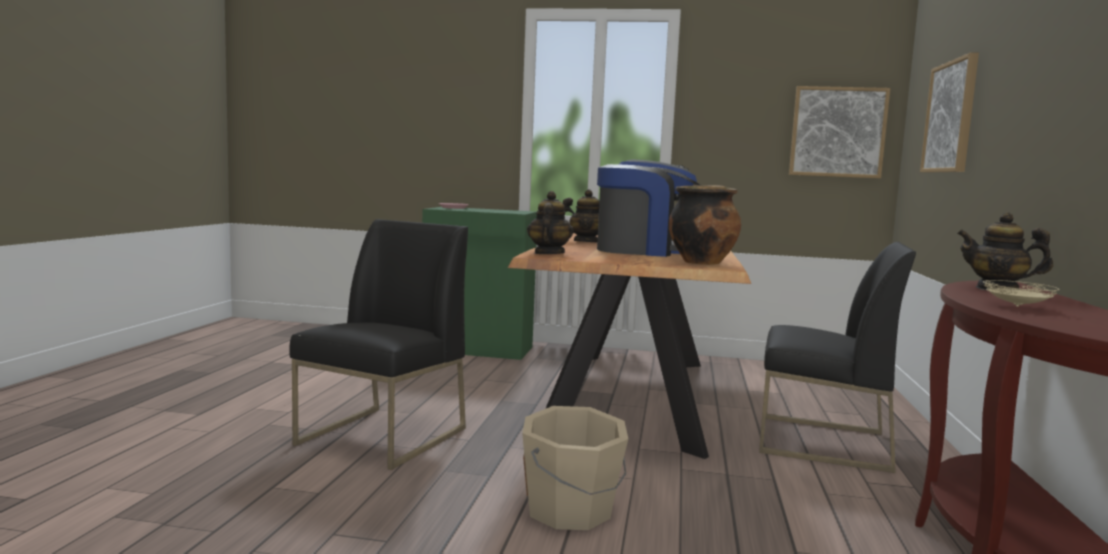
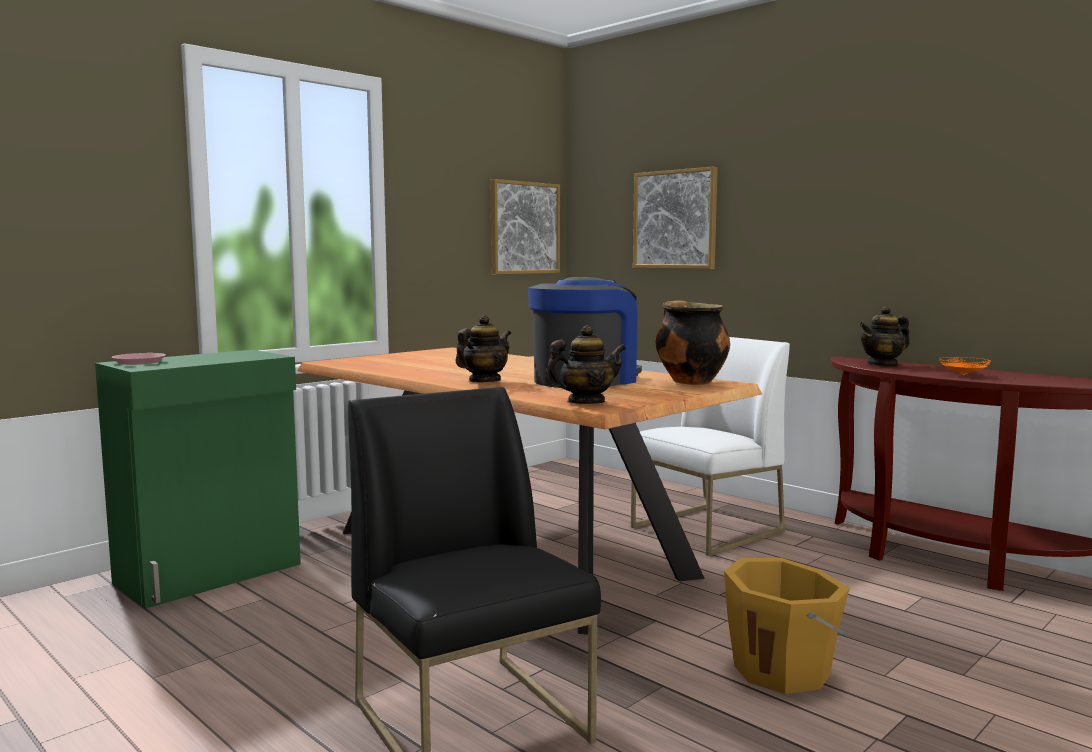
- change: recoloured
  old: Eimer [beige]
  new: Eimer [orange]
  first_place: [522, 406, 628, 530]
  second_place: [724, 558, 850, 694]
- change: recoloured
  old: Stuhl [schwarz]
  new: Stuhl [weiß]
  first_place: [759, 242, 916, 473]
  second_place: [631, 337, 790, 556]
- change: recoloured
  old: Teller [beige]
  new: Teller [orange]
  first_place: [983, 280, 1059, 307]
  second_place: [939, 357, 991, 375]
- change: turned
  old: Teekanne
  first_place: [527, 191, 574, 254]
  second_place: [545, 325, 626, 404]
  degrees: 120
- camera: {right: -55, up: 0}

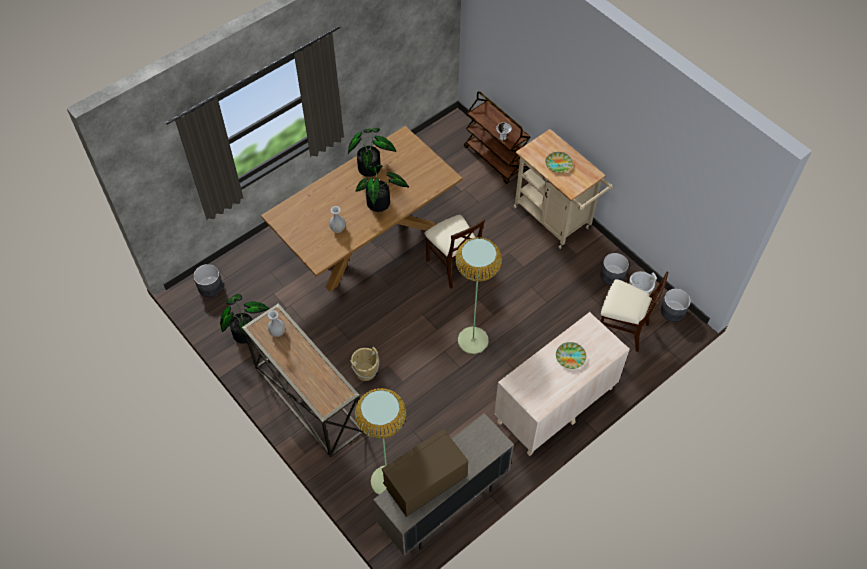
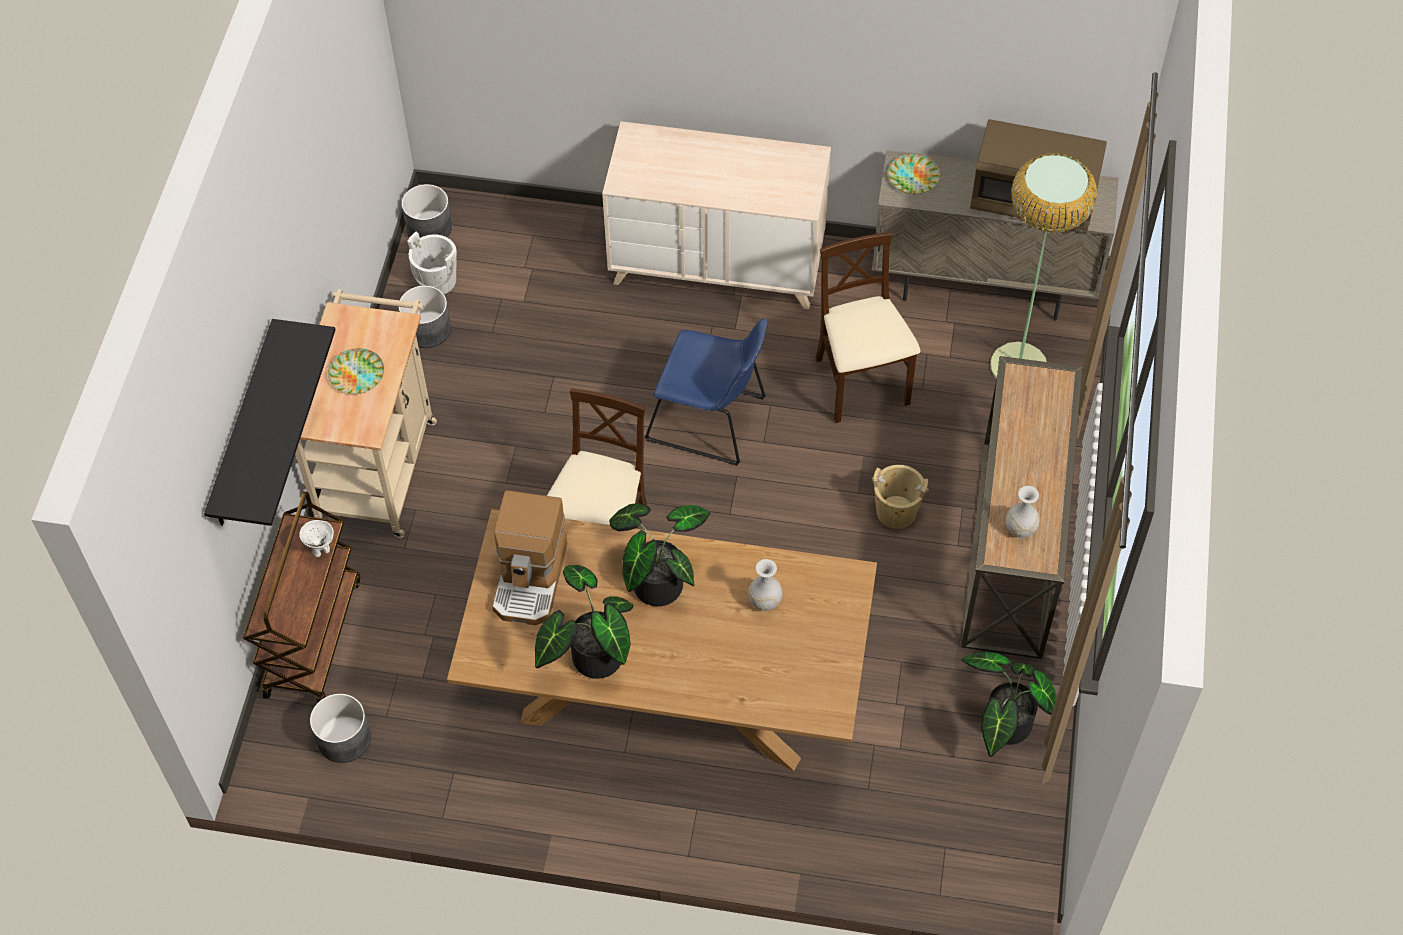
- change: added
  new: Wandregal [schwarz]
  second_place: [204, 319, 336, 526]
- change: added
  new: Kaffeemaschine
  second_place: [492, 490, 567, 625]
- change: moved
  old: Pflanzkübel [grau]
  first_place: [193, 264, 223, 297]
  second_place: [310, 694, 371, 763]
- change: moved
  old: Teller
  first_place: [556, 342, 586, 369]
  second_place: [888, 154, 940, 194]
- change: moved
  old: Stuhl [beige]
  first_place: [600, 271, 668, 352]
  second_place: [815, 232, 920, 423]
- change: replaced
  old: Stehlampe
  new: Stuhl [blau]
  first_place: [455, 237, 502, 354]
  second_place: [645, 318, 767, 466]
- camera: {right: -130, up: 0}

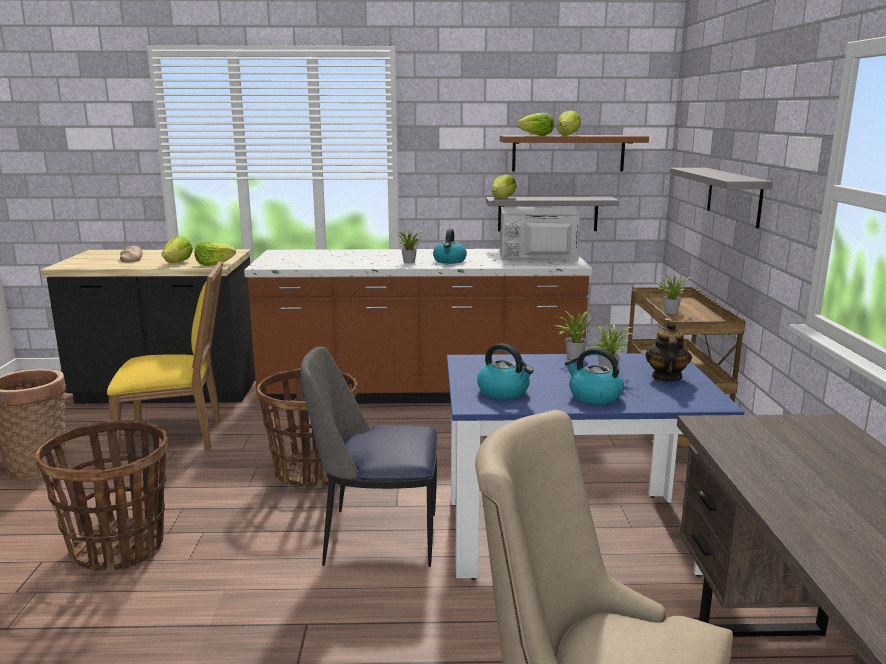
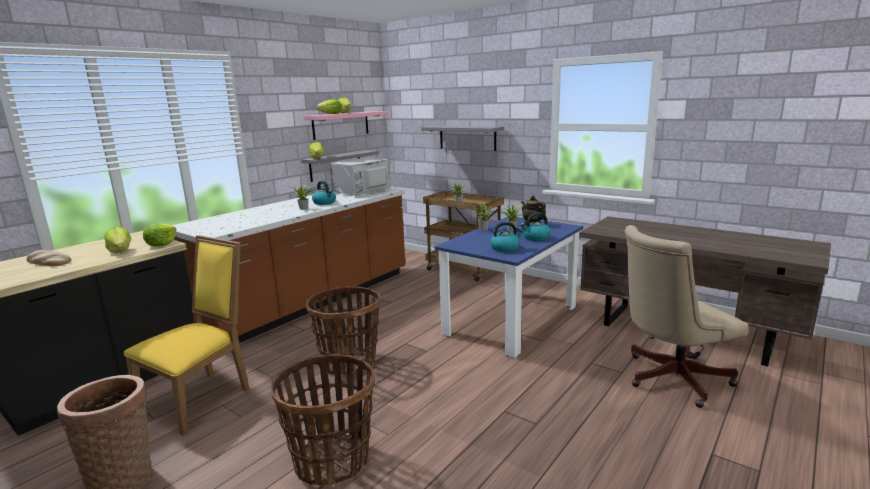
- change: removed
  old: Stuhl
  first_place: [301, 346, 438, 567]
- change: recoloured
  old: Wandregal [braun]
  new: Wandregal [rosa]
  first_place: [500, 135, 649, 171]
  second_place: [304, 111, 389, 140]
- camera: {right: -50, up: 0}

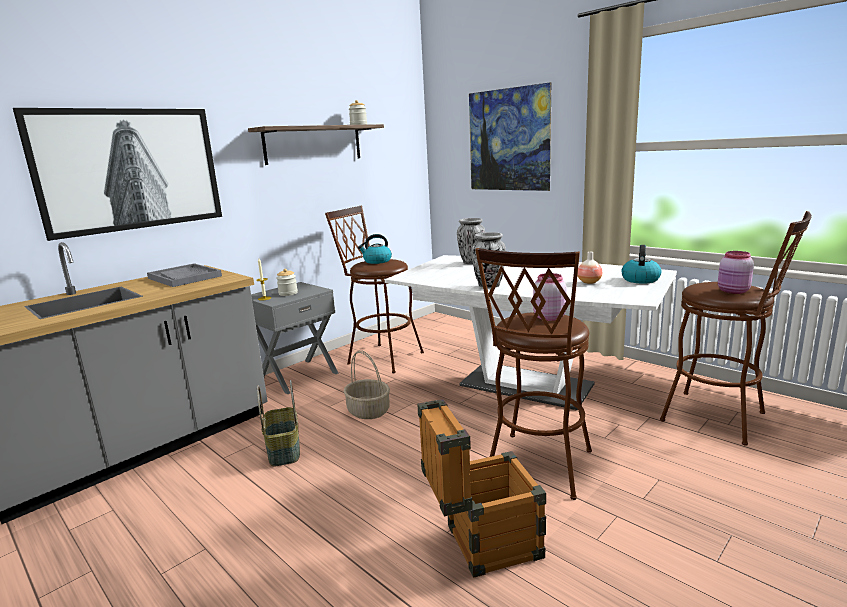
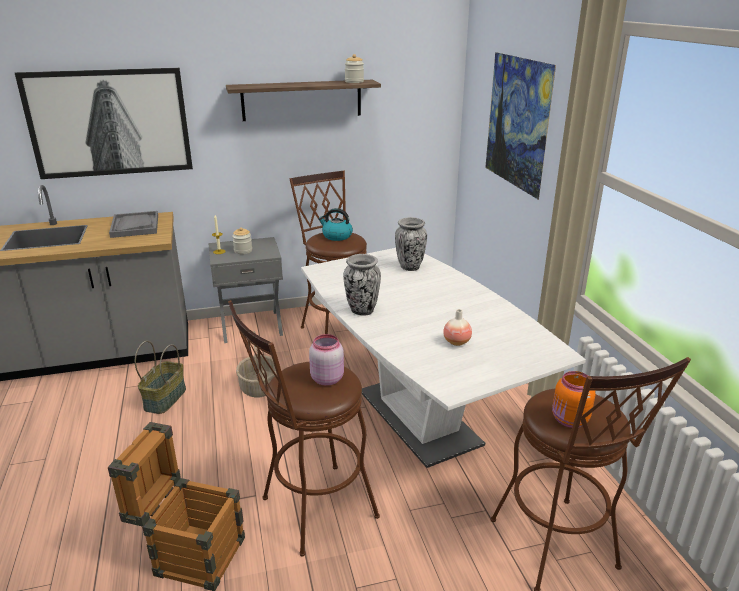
- change: removed
  old: Wasserkessel
  first_place: [621, 245, 662, 284]
- change: recoloured
  old: Vorratsglas [rosa]
  new: Vorratsglas [orange]
  first_place: [718, 251, 754, 294]
  second_place: [552, 371, 595, 428]
- camera: {right: 30, up: 10}

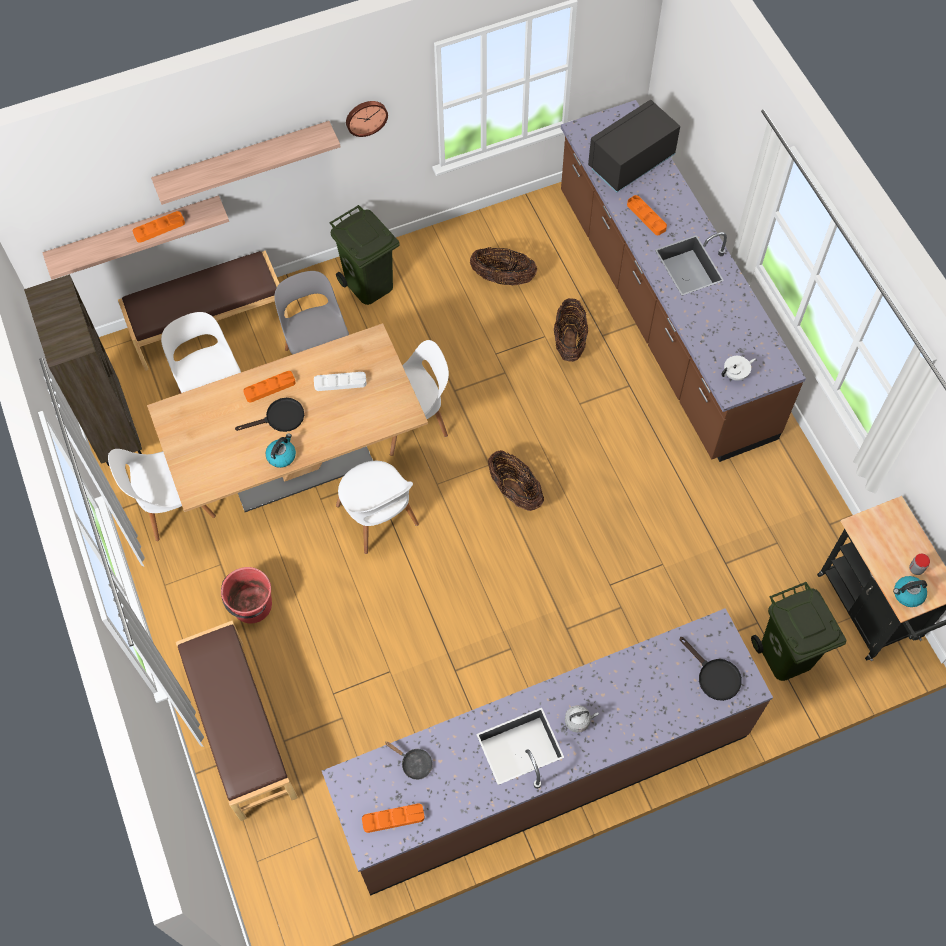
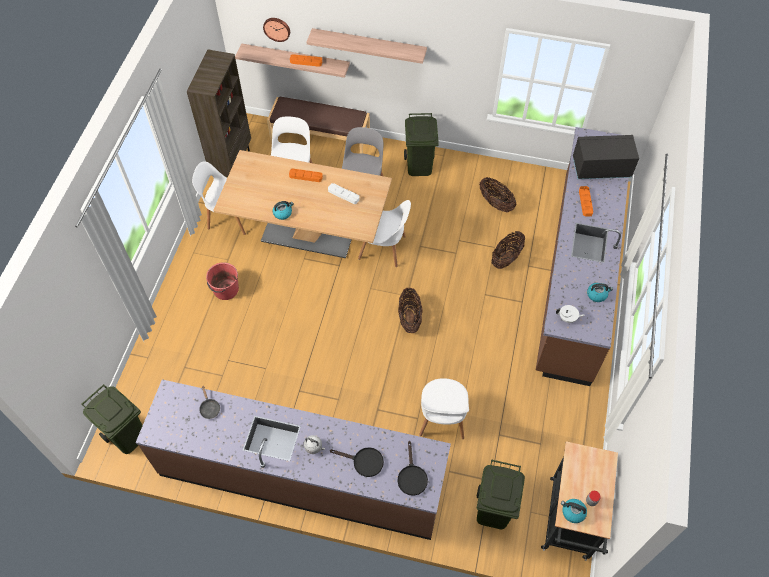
- change: removed
  old: Bank [braun]
  first_place: [176, 621, 298, 821]
- change: removed
  old: Tablett [orange]
  first_place: [362, 803, 425, 833]
- change: added
  new: Mülleimer [grün]
  second_place: [81, 384, 143, 454]
- change: added
  new: Wasserkessel
  second_place: [587, 283, 613, 302]
- change: moved
  old: Pfanne [schwarz]
  first_place: [235, 398, 304, 432]
  second_place: [330, 447, 384, 477]
- change: moved
  old: Stuhl [weiß]
  first_place: [336, 461, 419, 554]
  second_place: [419, 378, 469, 439]
- change: moved
  old: Wanduhr
  first_place: [346, 101, 388, 137]
  second_place: [263, 18, 290, 42]
- camera: {right: 35, up: -5}

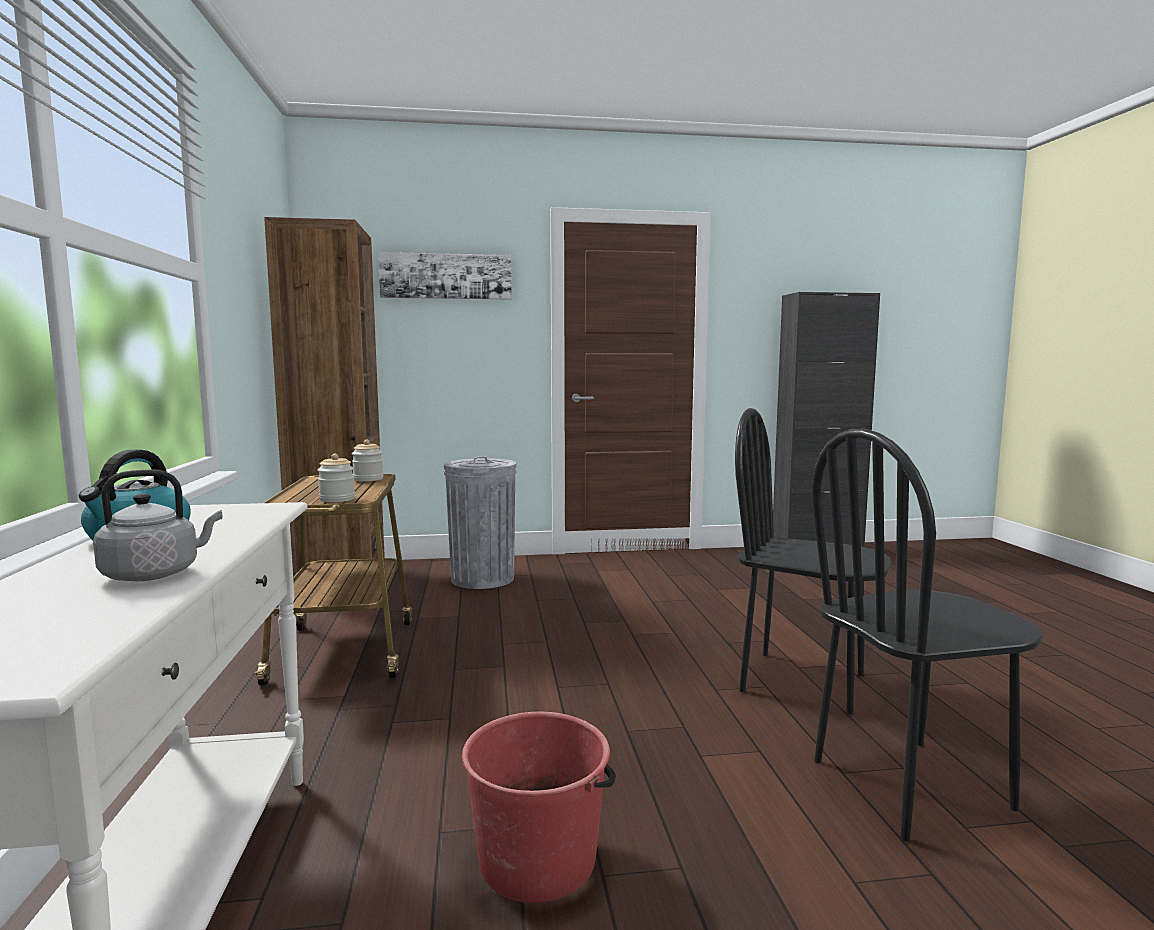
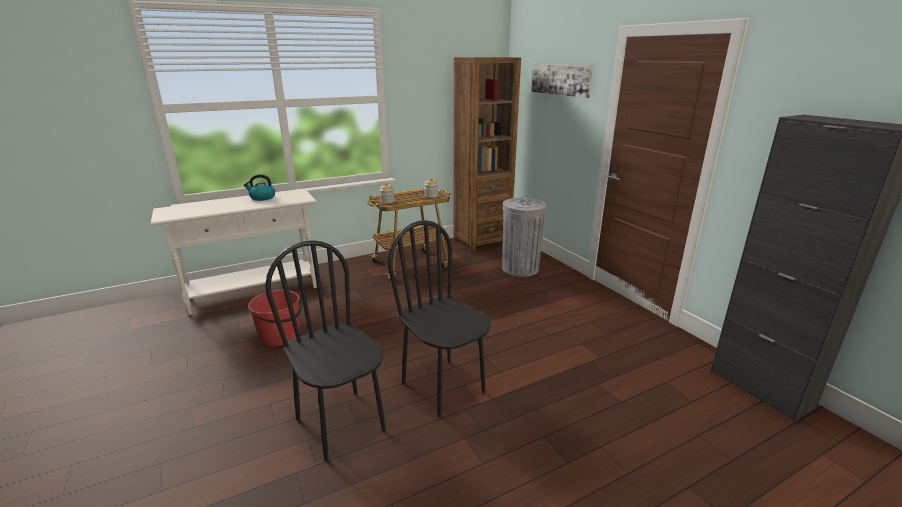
- change: removed
  old: Wasserkessel [grau]
  first_place: [93, 470, 222, 581]
- change: turned
  old: Stuhl [schwarz]
  first_place: [735, 408, 891, 715]
  second_place: [388, 220, 491, 417]
  degrees: -45
- camera: {right: 70, up: 15}

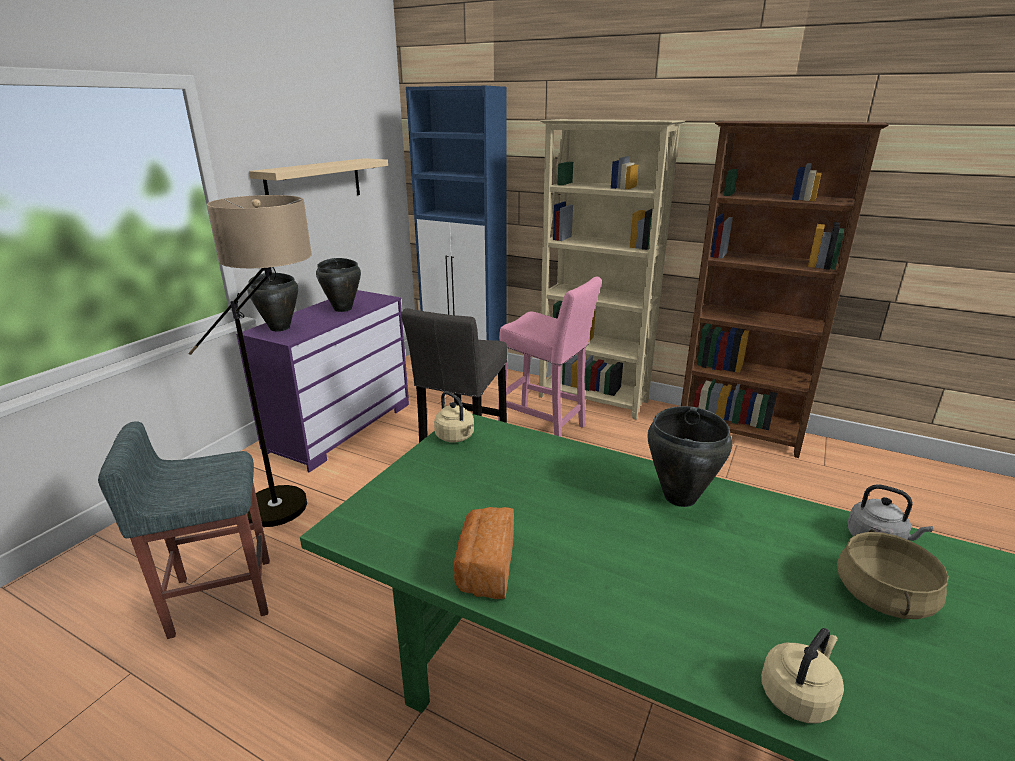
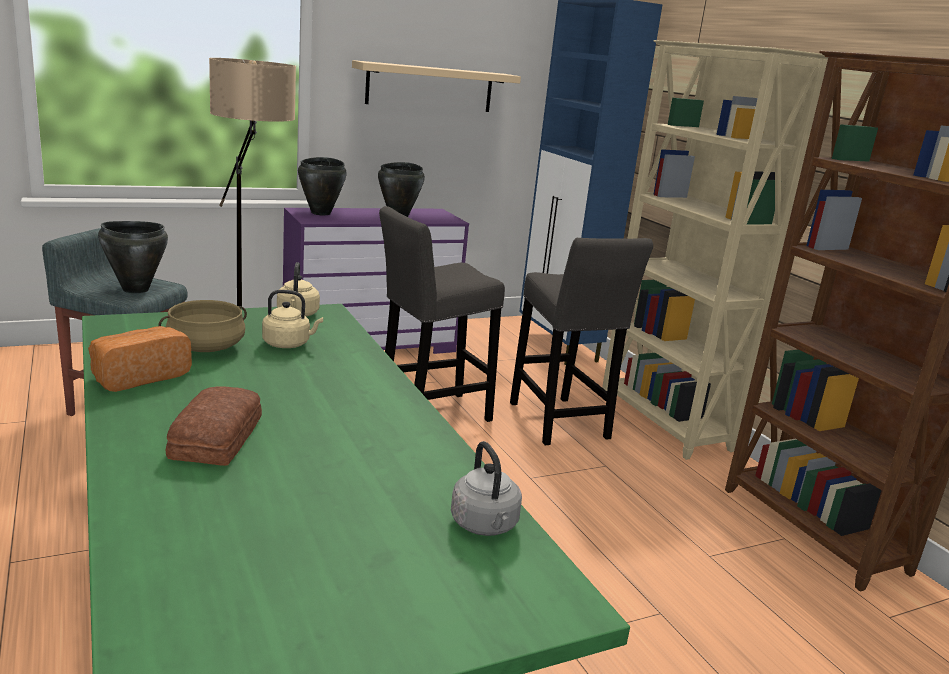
- change: added
  new: Brot
  second_place: [165, 386, 262, 466]
- change: moved
  old: Kochtopf [schwarz]
  first_place: [647, 406, 732, 507]
  second_place: [98, 221, 168, 293]
- change: moved
  old: Wasserkessel [beige]
  first_place: [761, 628, 844, 723]
  second_place: [262, 290, 323, 348]
- change: moved
  old: Kochtopf [beige]
  first_place: [837, 529, 949, 619]
  second_place: [158, 300, 247, 352]
- change: recoloured
  old: Hocker [rosa]
  new: Hocker [grau]
  first_place: [498, 277, 602, 437]
  second_place: [510, 238, 653, 445]
- camera: {right: 35, up: -5}

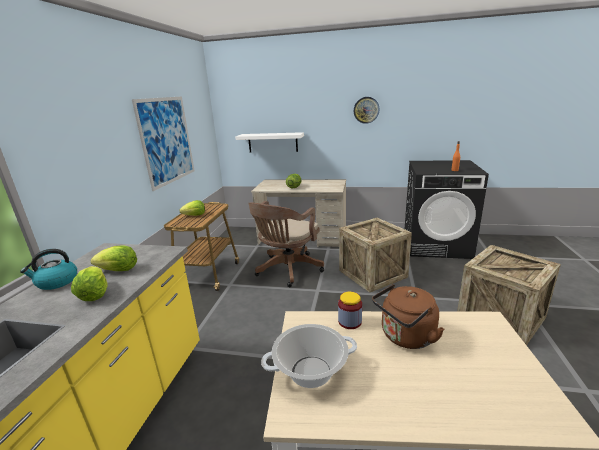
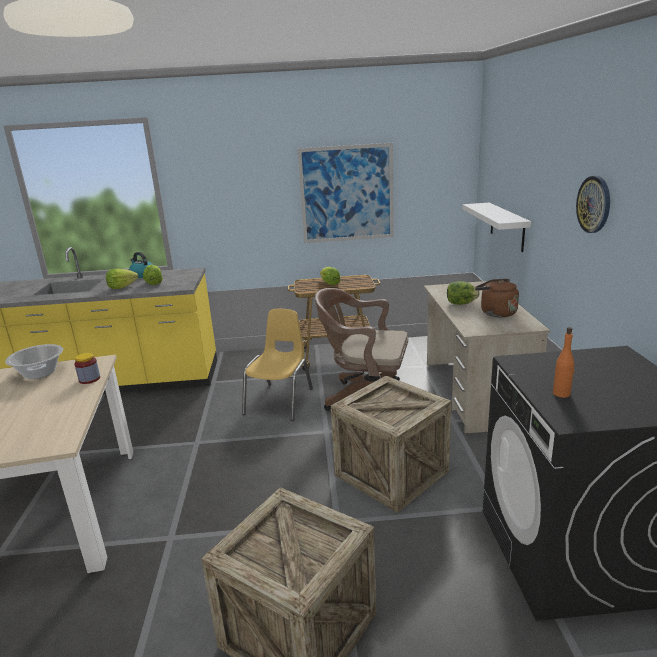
- change: added
  new: Stuhl [gelb]
  second_place: [242, 309, 313, 421]
- change: moved
  old: Wasserkessel [braun]
  first_place: [372, 284, 444, 349]
  second_place: [475, 279, 519, 318]
- camera: {right: 75, up: 0}

